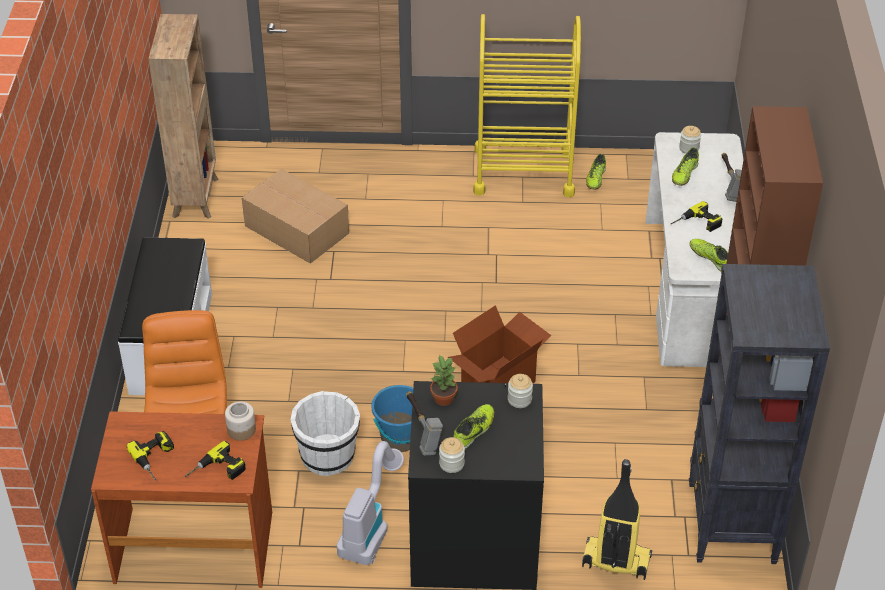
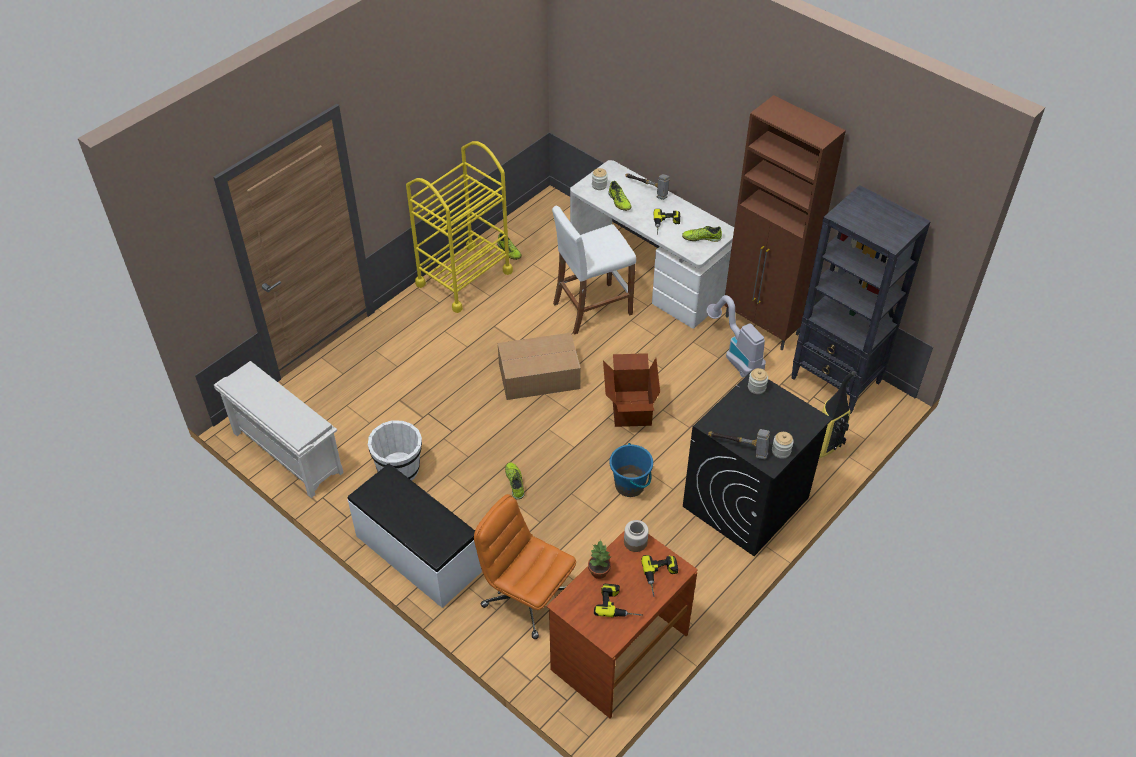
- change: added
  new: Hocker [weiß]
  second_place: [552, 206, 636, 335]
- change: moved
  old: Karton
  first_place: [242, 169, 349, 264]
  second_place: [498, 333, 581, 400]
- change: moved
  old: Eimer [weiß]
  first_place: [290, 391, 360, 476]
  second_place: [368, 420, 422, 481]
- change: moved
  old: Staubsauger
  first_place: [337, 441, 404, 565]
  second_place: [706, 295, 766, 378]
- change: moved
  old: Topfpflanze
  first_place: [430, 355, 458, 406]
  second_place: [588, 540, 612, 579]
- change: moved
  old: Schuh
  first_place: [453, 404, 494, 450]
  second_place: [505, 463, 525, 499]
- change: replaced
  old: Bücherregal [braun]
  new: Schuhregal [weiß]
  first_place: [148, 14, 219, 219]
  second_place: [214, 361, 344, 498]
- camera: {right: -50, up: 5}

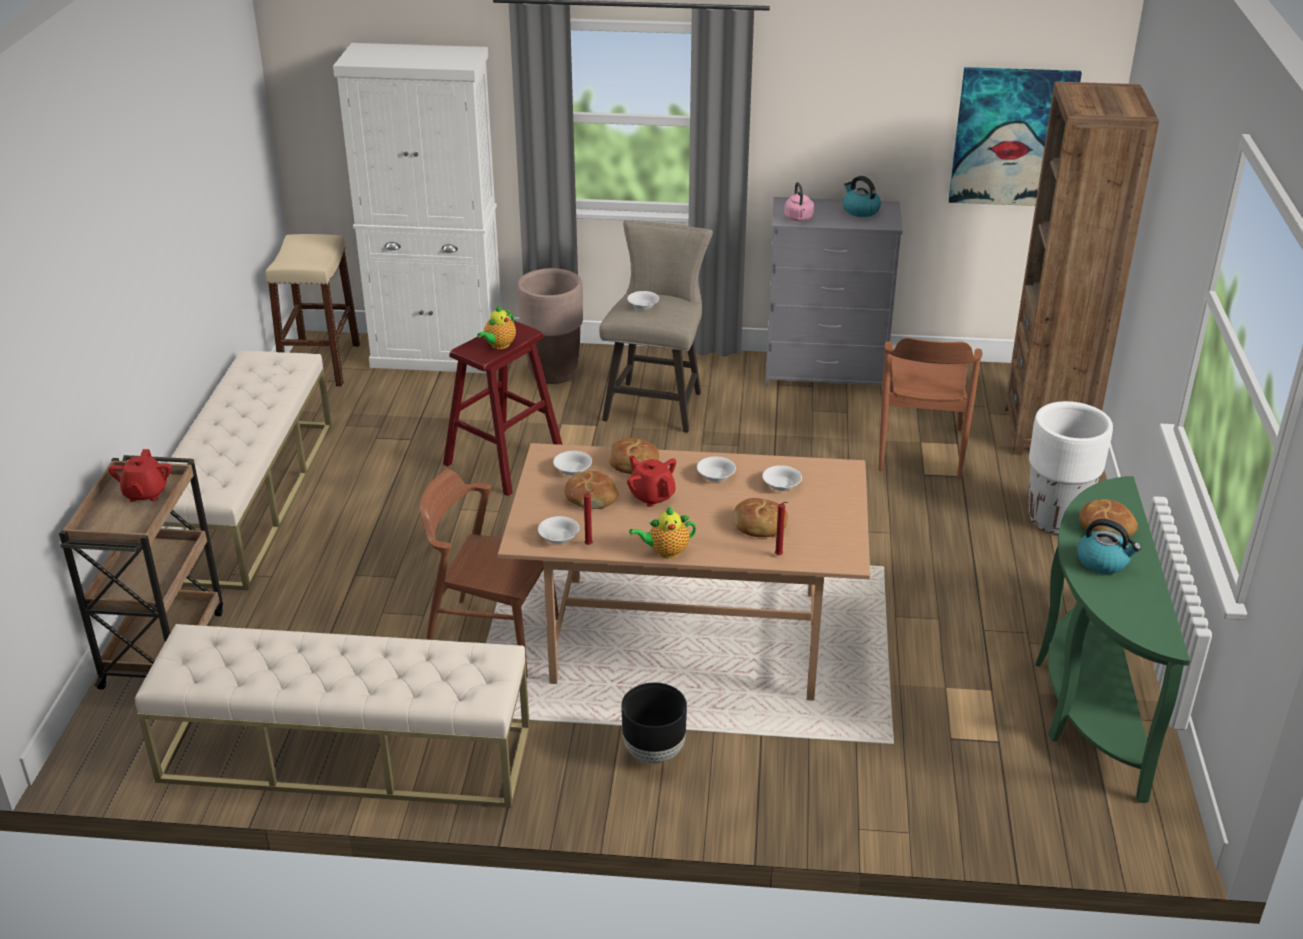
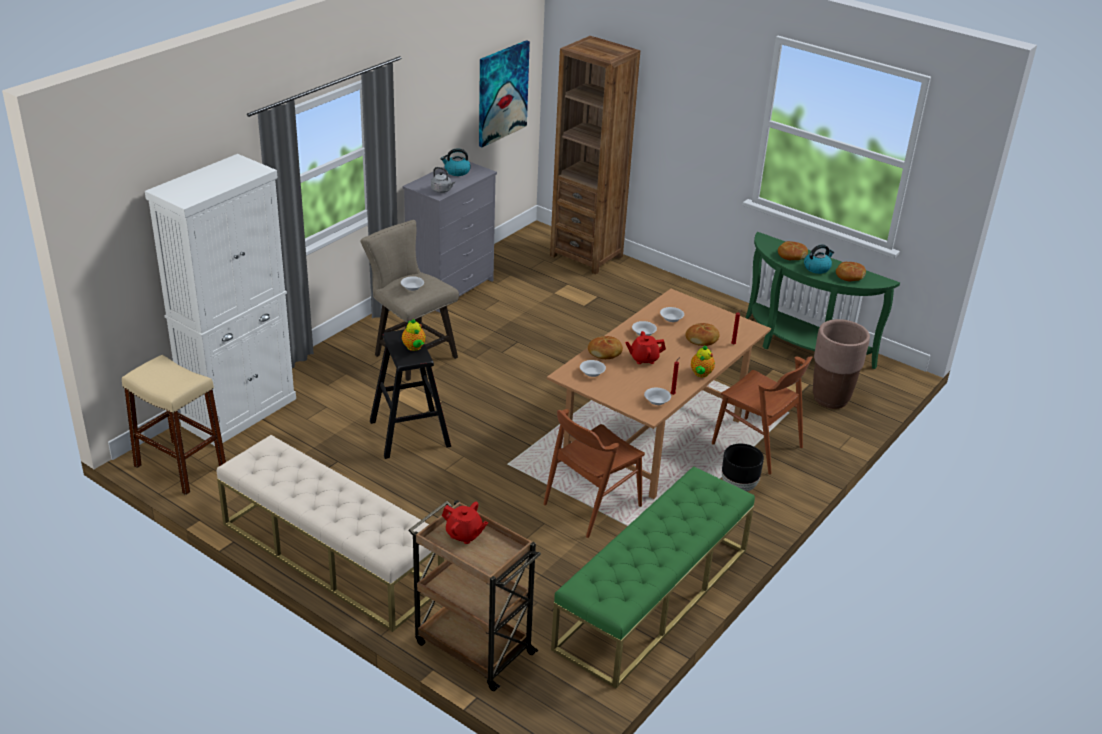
- change: removed
  old: Pflanzkübel [weiß]
  first_place: [1028, 401, 1113, 534]
- change: moved
  old: Pflanzkübel [braun]
  first_place: [517, 268, 583, 384]
  second_place: [813, 319, 870, 409]
- change: moved
  old: Brot
  first_place: [564, 471, 618, 509]
  second_place: [836, 262, 866, 282]
- change: moved
  old: Stuhl [braun]
  first_place: [879, 338, 982, 478]
  second_place: [712, 357, 812, 474]
- change: recoloured
  old: Bank [beige]
  new: Bank [grün]
  first_place: [135, 624, 530, 808]
  second_place: [551, 466, 755, 688]
- change: recoloured
  old: Hocker [rot]
  new: Hocker [schwarz]
  first_place: [443, 321, 562, 496]
  second_place: [370, 329, 451, 459]
- change: recoloured
  old: Wasserkessel [rosa]
  new: Wasserkessel [grau]
  first_place: [784, 182, 814, 221]
  second_place: [431, 167, 455, 193]
- camera: {right: -60, up: 0}

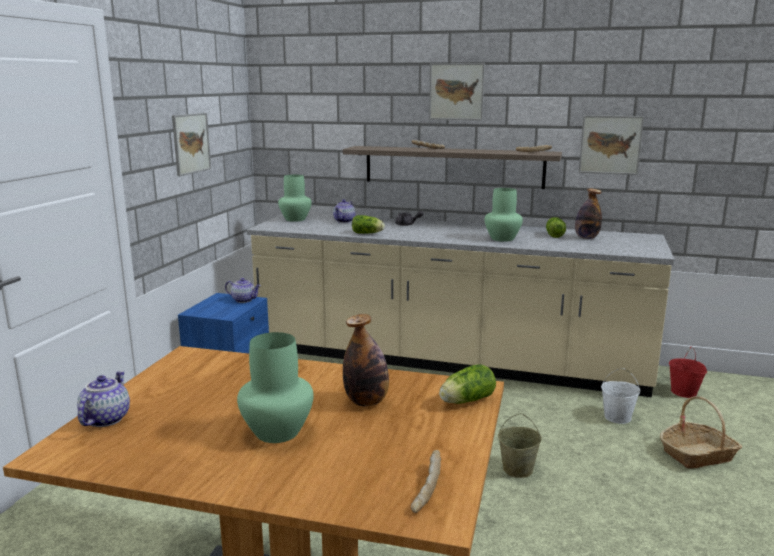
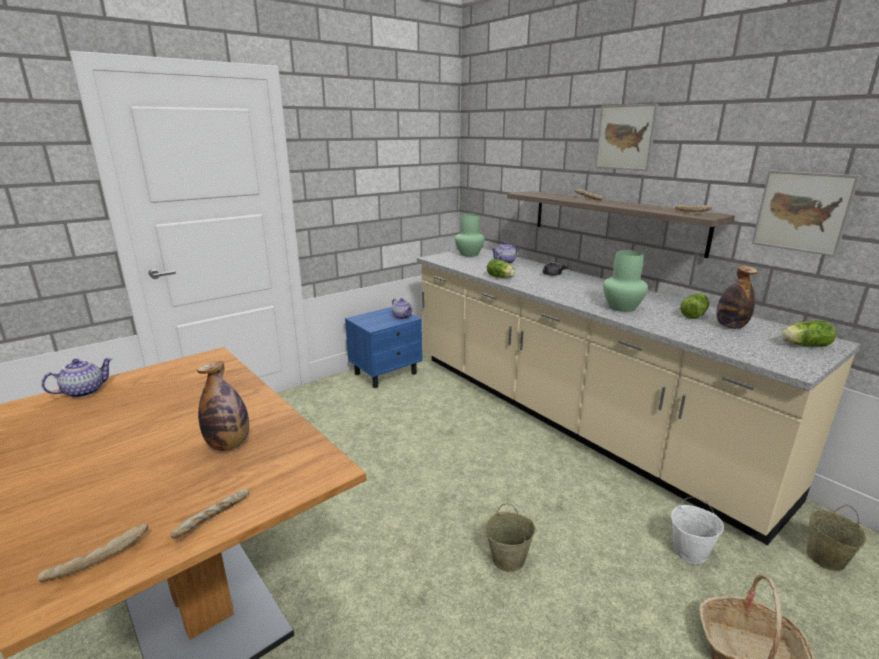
- change: removed
  old: Bild
  first_place: [172, 113, 211, 176]
- change: removed
  old: Vase [grün]
  first_place: [237, 332, 314, 443]
- change: added
  new: Brot
  second_place: [170, 489, 249, 539]
- change: moved
  old: Salatkopf
  first_place: [439, 364, 496, 404]
  second_place: [781, 321, 836, 347]
- change: recoloured
  old: Eimer [rot]
  new: Eimer [beige]
  first_place: [669, 346, 707, 398]
  second_place: [806, 505, 867, 571]
- camera: {right: 35, up: 5}

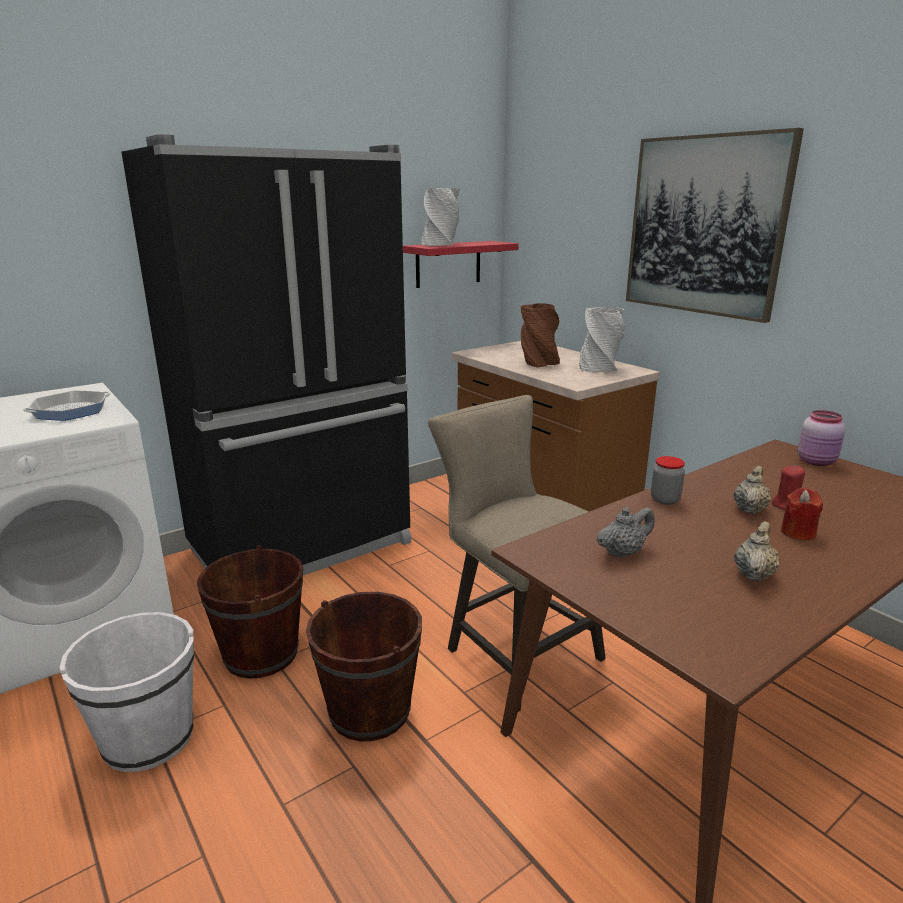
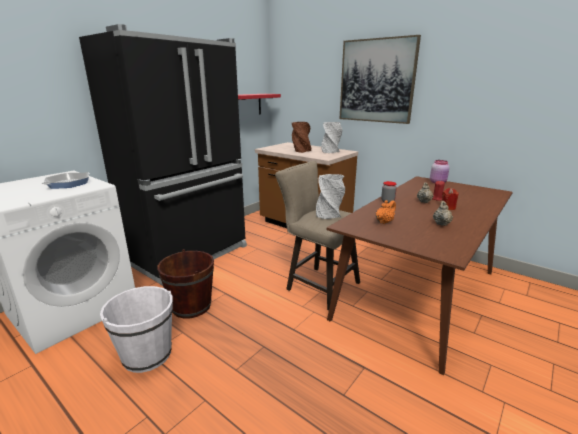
- change: removed
  old: Eimer [braun]
  first_place: [306, 592, 422, 741]
- change: moved
  old: Vase [grau]
  first_place: [422, 188, 460, 246]
  second_place: [316, 174, 345, 219]
- change: recoloured
  old: Teekanne [grau]
  new: Teekanne [orange]
  first_place: [597, 507, 655, 558]
  second_place: [376, 200, 396, 224]
- camera: {right: -15, up: 0}

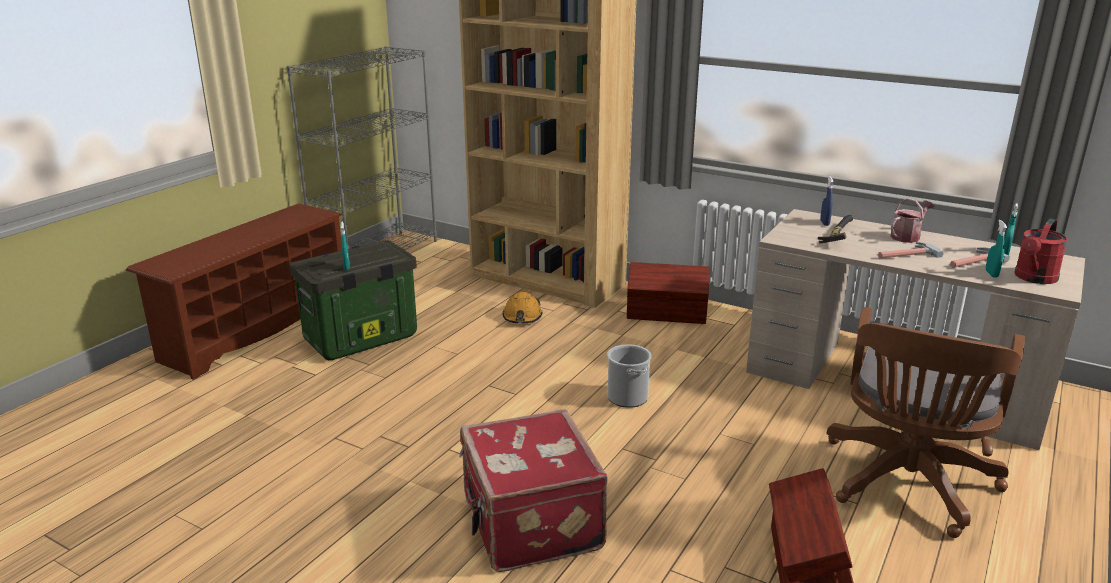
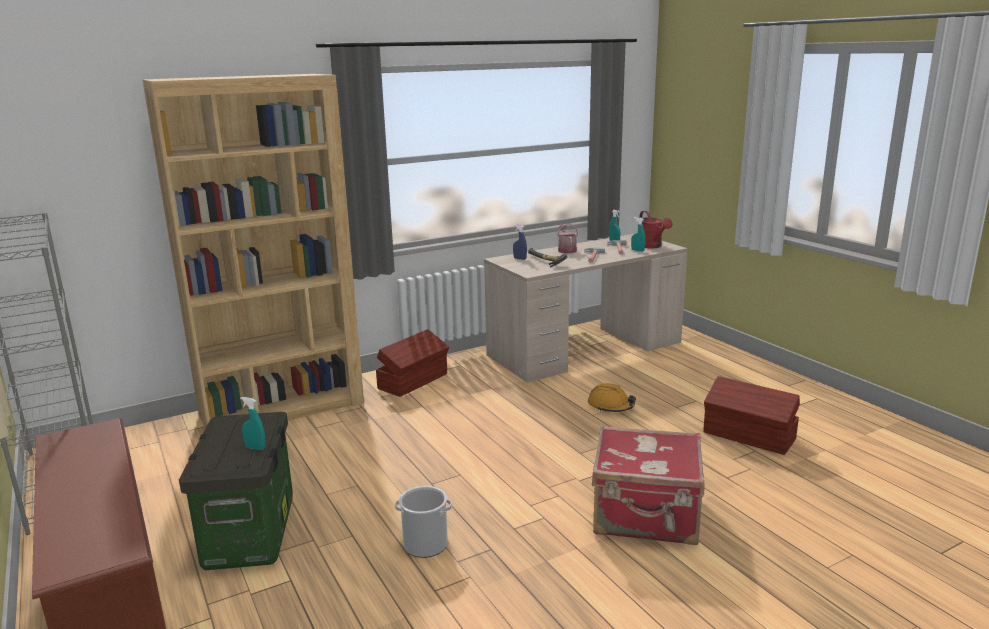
- change: removed
  old: Bürostuhl [braun]
  first_place: [826, 307, 1025, 538]
- change: moved
  old: Schutzhelm [orange]
  first_place: [503, 292, 543, 323]
  second_place: [588, 383, 636, 412]
- change: moved
  old: Eimer
  first_place: [607, 344, 652, 408]
  second_place: [395, 486, 452, 558]
- camera: {right: -60, up: -5}

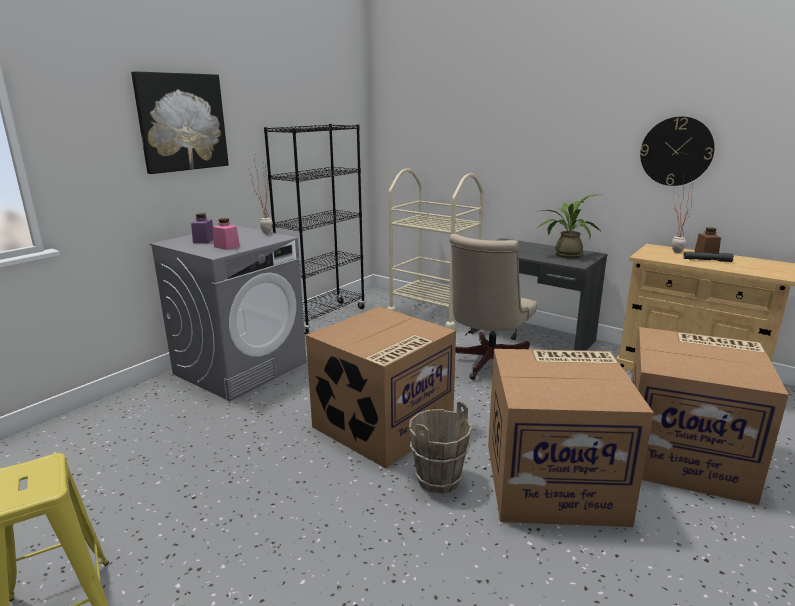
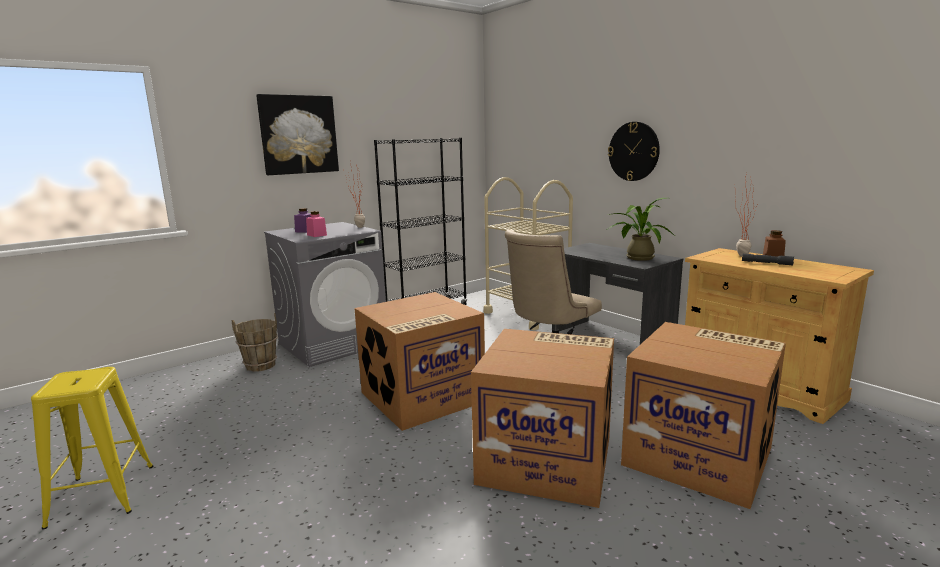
- change: moved
  old: Eimer [braun]
  first_place: [409, 402, 472, 494]
  second_place: [232, 313, 278, 372]
- change: moved
  old: Wanduhr
  first_place: [640, 116, 715, 186]
  second_place: [608, 122, 660, 181]
- camera: {right: 15, up: -5}

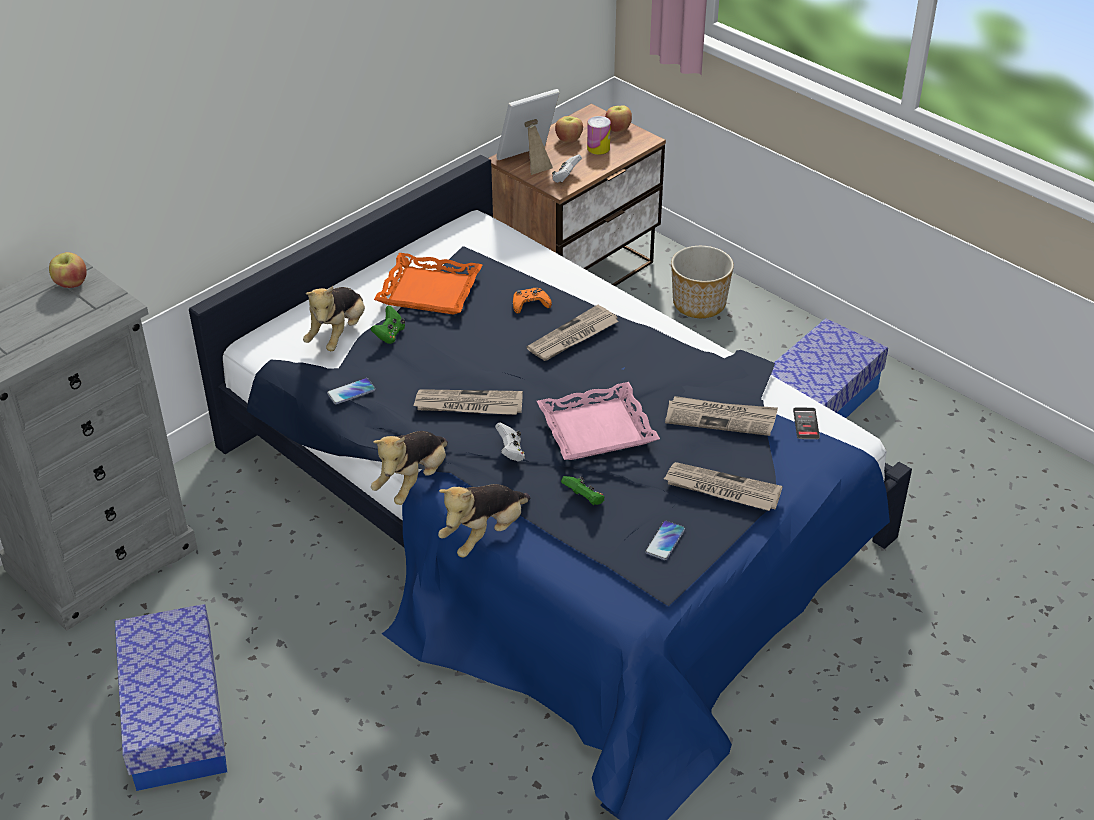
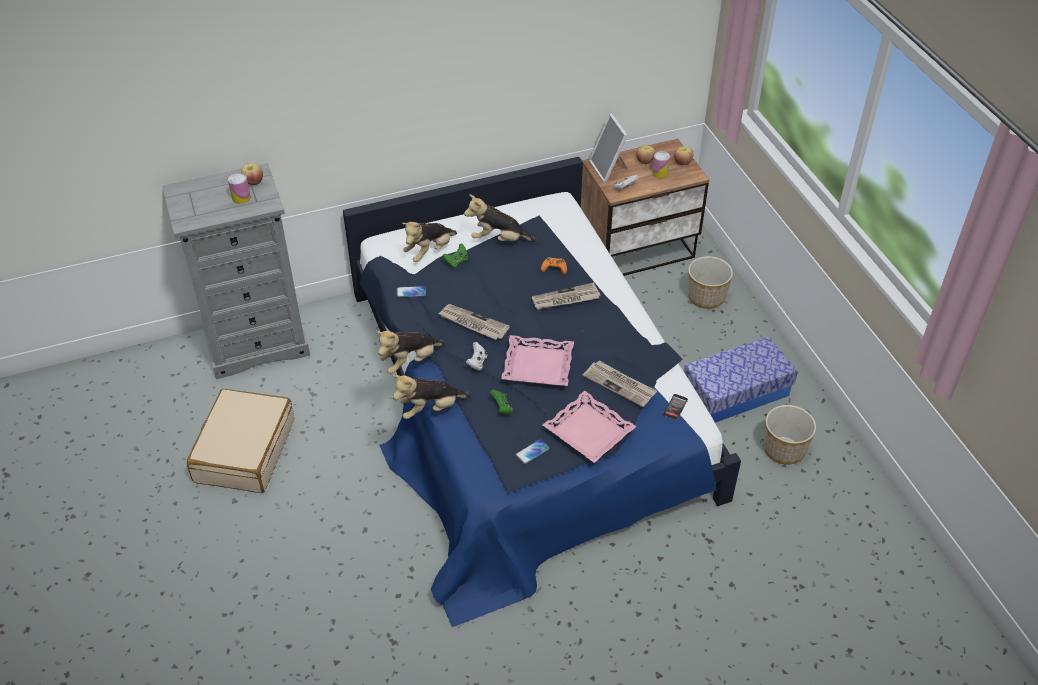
- change: added
  new: Dose
  second_place: [228, 173, 251, 204]
- change: added
  new: Pflanzkübel
  second_place: [763, 405, 816, 465]
- change: replaced
  old: Aufbewahrungsbox
  new: Koffer [beige]
  first_place: [115, 604, 227, 791]
  second_place: [187, 389, 294, 493]
- change: replaced
  old: Tablett [orange]
  new: Plüschtier
  first_place: [374, 253, 483, 314]
  second_place: [464, 195, 538, 242]
- change: replaced
  old: Zeitung
  new: Tablett [rosa]
  first_place: [664, 462, 783, 511]
  second_place: [543, 391, 636, 463]
- change: turned
  old: Bilderrahmen
  first_place: [496, 89, 559, 175]
  second_place: [589, 113, 628, 183]
  degrees: -105
- camera: {right: 25, up: 5}

